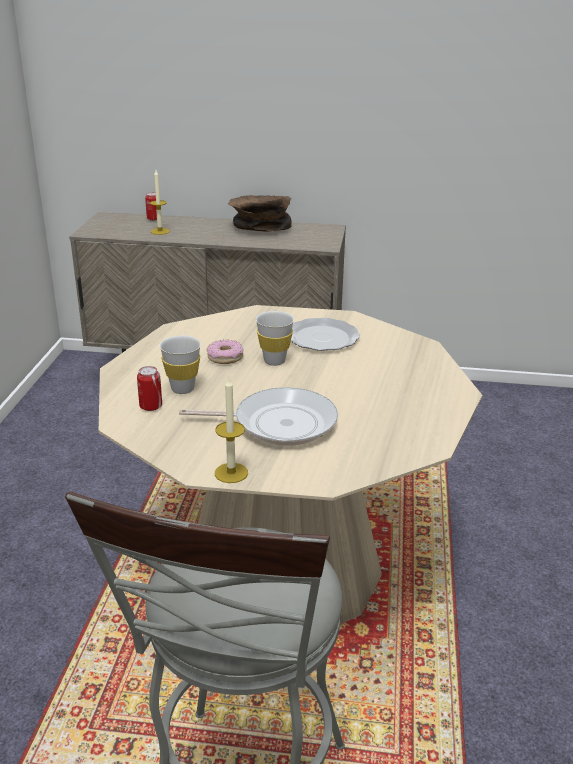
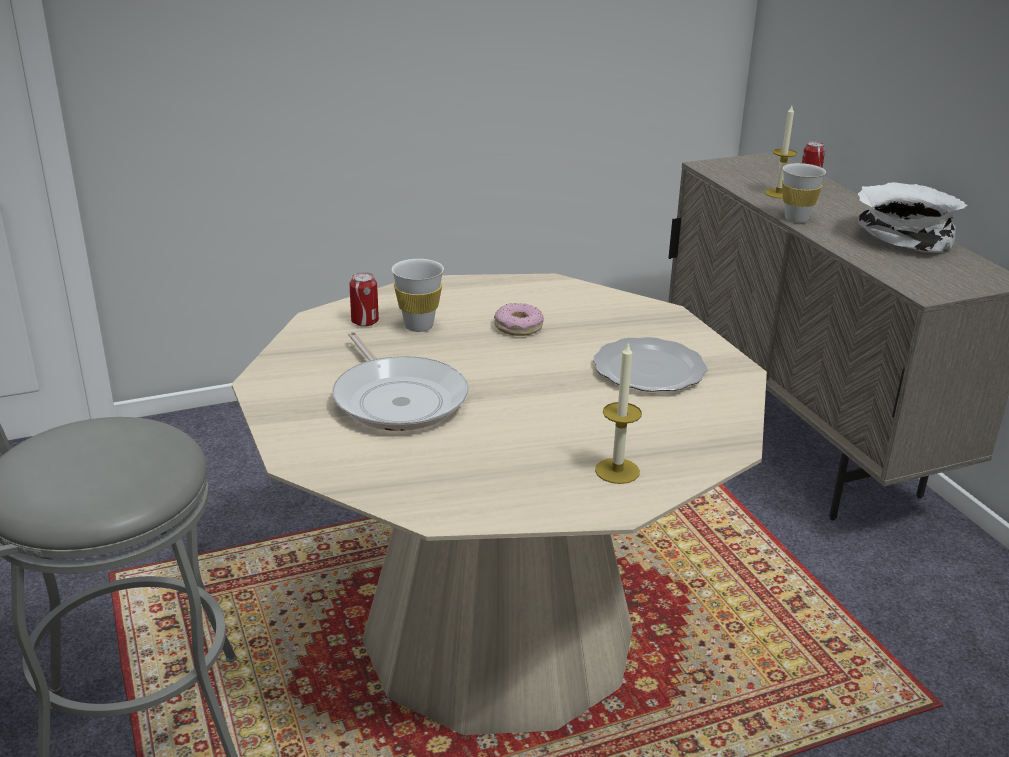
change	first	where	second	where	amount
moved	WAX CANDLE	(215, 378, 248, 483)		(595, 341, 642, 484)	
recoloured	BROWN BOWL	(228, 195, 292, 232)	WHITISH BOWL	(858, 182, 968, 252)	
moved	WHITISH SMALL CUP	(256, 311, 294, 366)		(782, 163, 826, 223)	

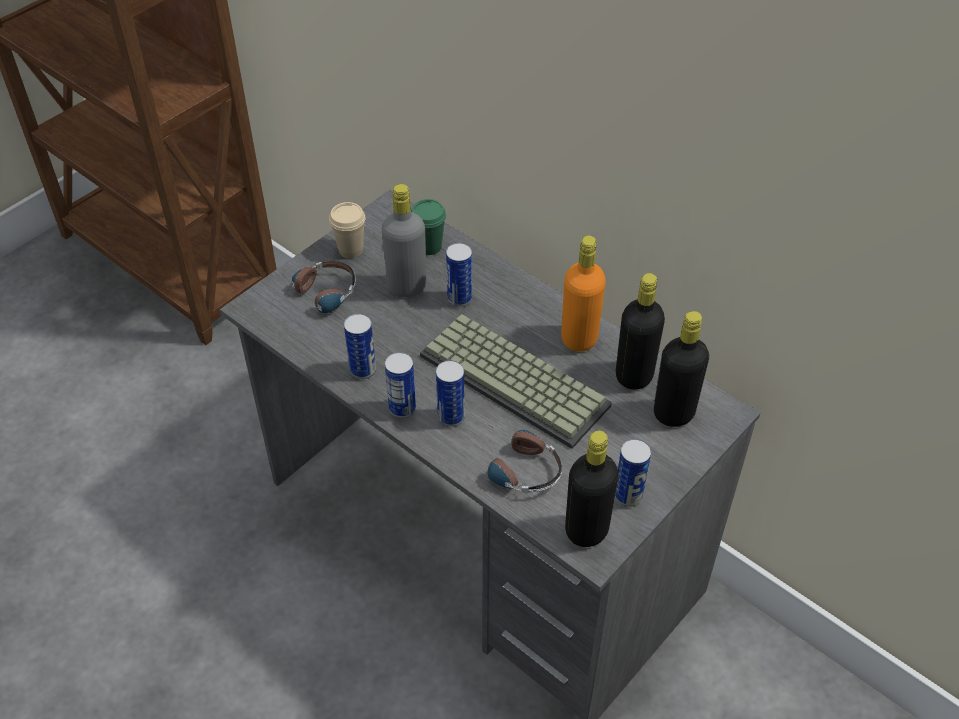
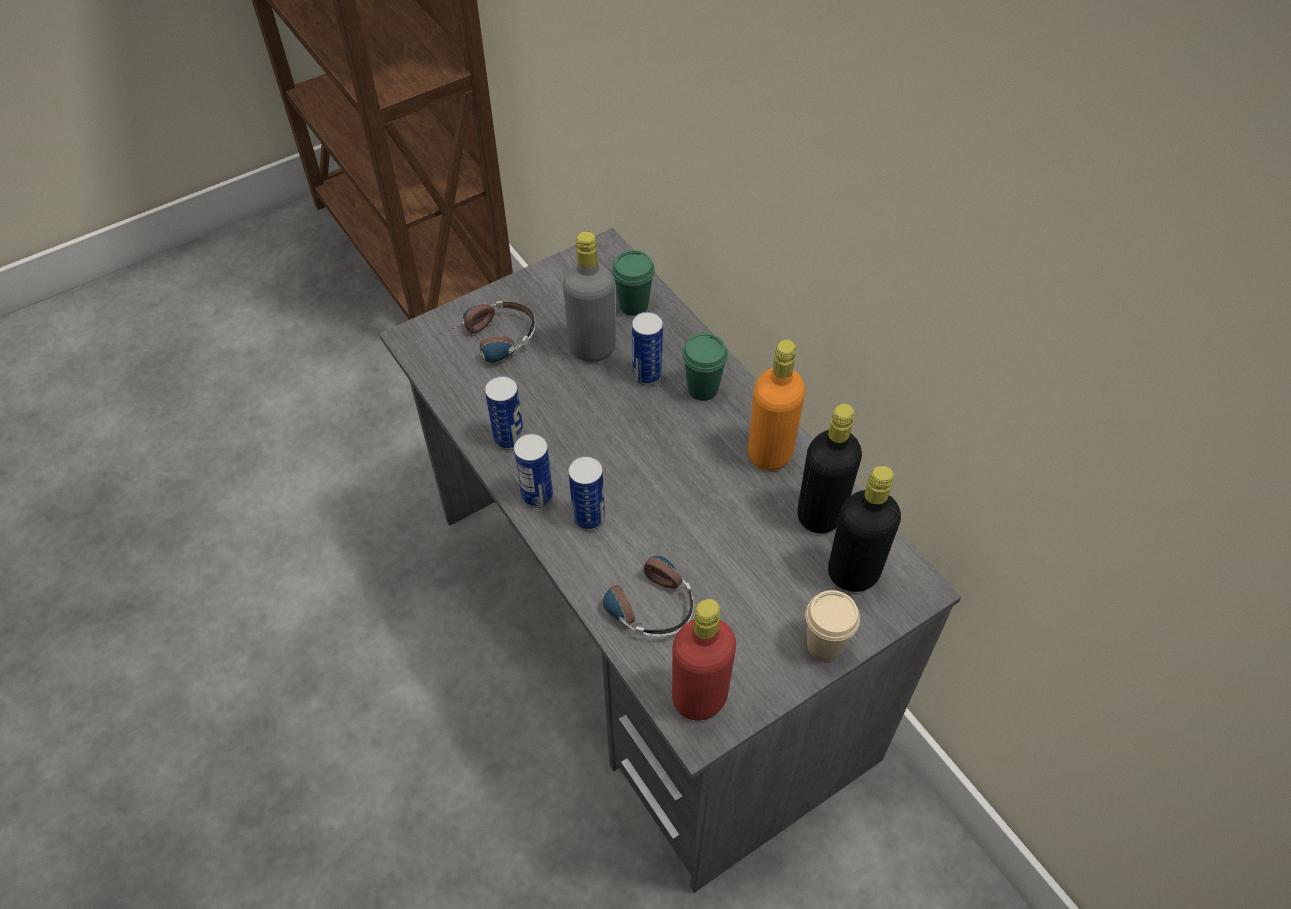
change	first	where	second	where	amount
moved	SAND-COLOURED SMALL CUP	(329, 202, 366, 258)		(805, 590, 860, 662)	
removed	PC KEYBOARD	(420, 314, 612, 449)			
recoloured	BLACKISH BEVERAGE BOTTLE	(565, 431, 619, 547)	REDDISH BEVERAGE BOTTLE	(672, 599, 736, 720)	
removed	SEALED CAN	(615, 439, 651, 507)			
added			GREENISH SMALL CUP	(682, 333, 728, 401)	

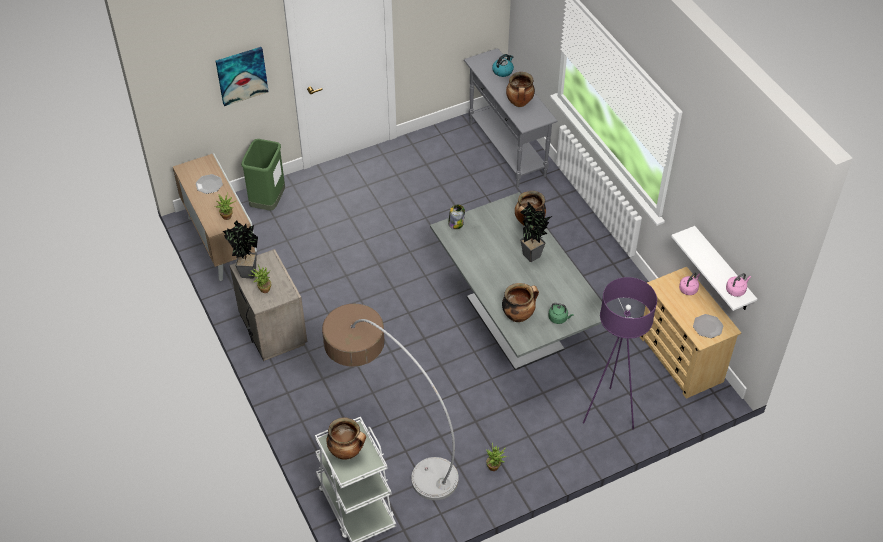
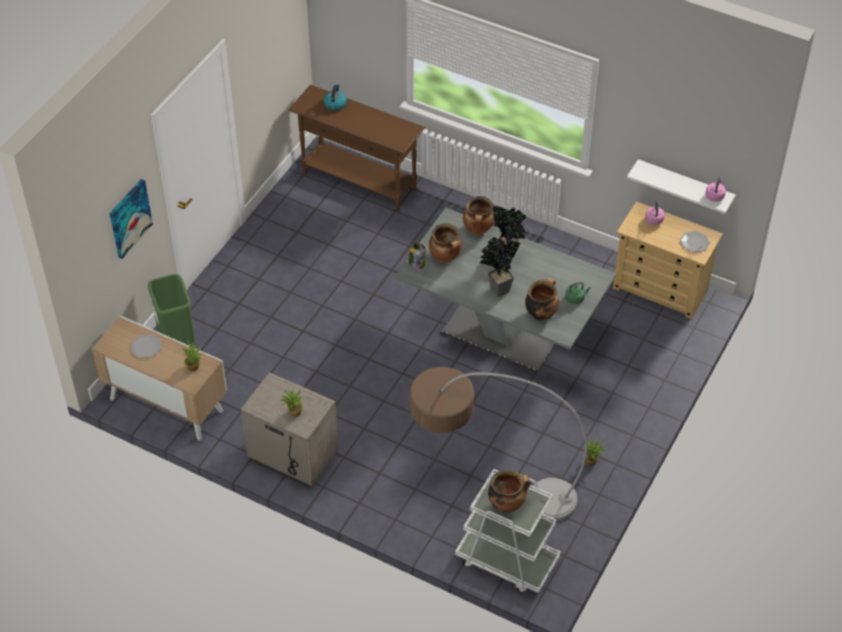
change	first	where	second	where	amount
moved	PLANT IN A POT	(223, 220, 258, 279)		(479, 236, 520, 297)	
recoloured	GREY CONSOLE TABLE	(464, 48, 558, 187)	BROWN CONSOLE TABLE	(288, 85, 425, 212)	
moved	STOCKPOT	(506, 72, 535, 107)		(429, 223, 462, 263)	
removed	PURPLE-COLOURED STANDARD LAMP	(583, 277, 657, 429)			

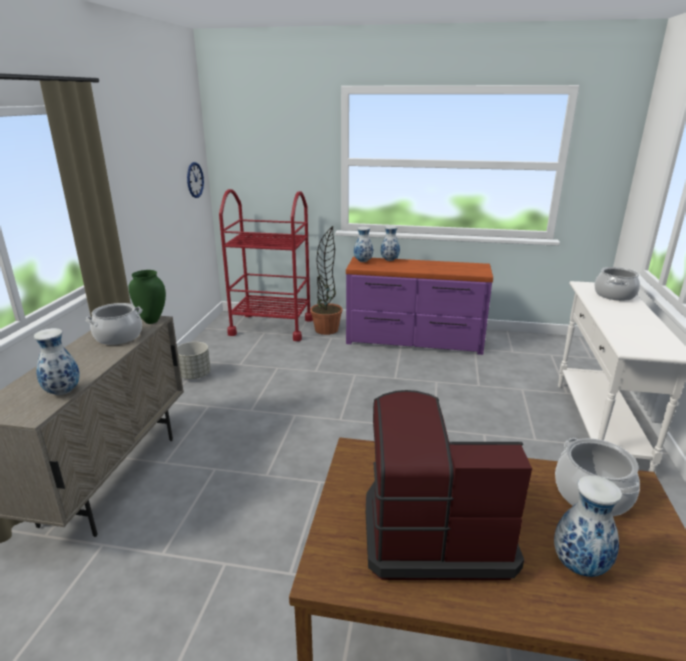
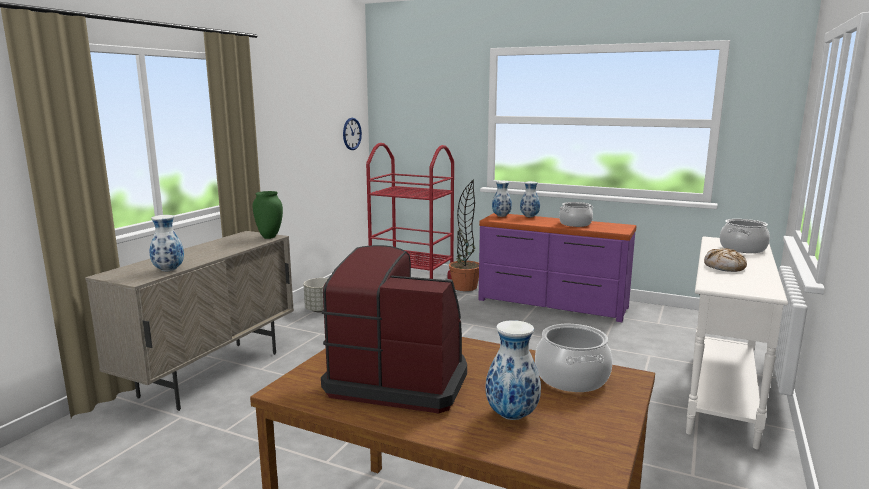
change	first	where	second	where	amount
moved	STOCKPOT	(86, 303, 142, 345)		(559, 202, 593, 227)	
added			BREAD	(704, 248, 747, 272)	

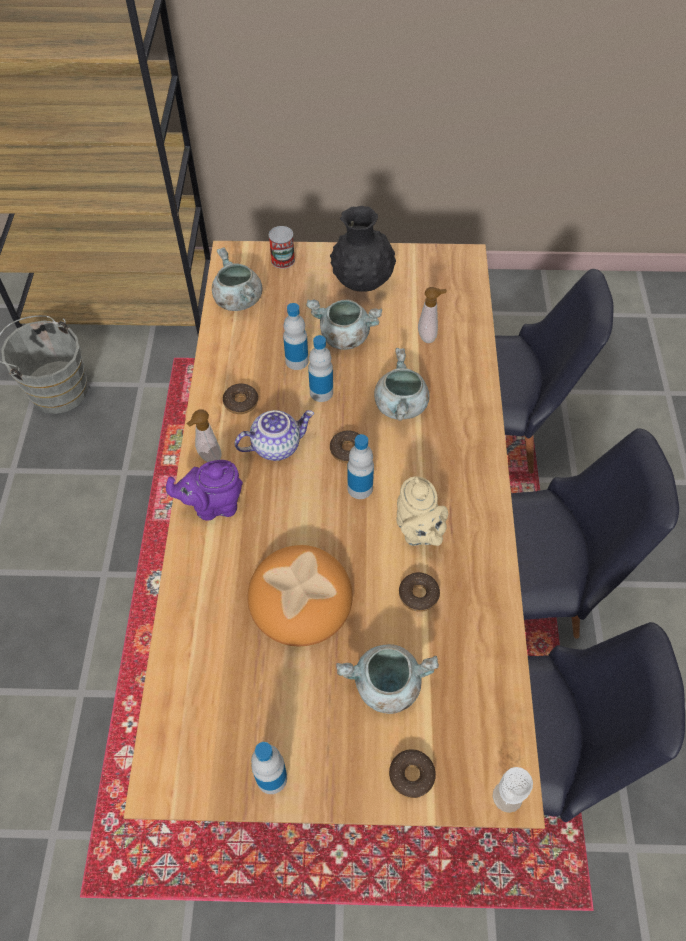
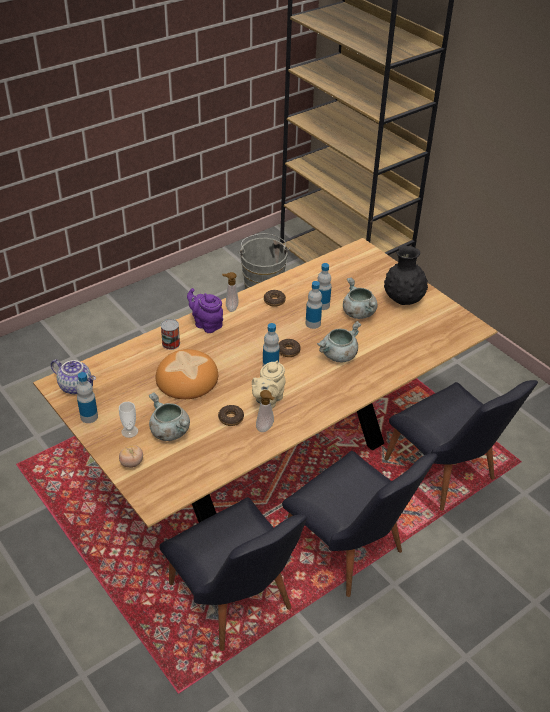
change	first	where	second	where	amount
removed	GREY STOCKPOT	(212, 247, 263, 311)			
moved	TEAPOT	(235, 410, 314, 461)		(51, 359, 96, 395)	
moved	SEALED CAN	(269, 226, 295, 269)		(161, 319, 180, 350)	
replaced	RING DOUGHNUT	(389, 749, 436, 798)	TOMATO	(119, 445, 143, 468)	
moved	LIQUID SOAP BOTTLE	(418, 287, 447, 343)		(256, 390, 275, 432)	
moved	SMALL CUP	(493, 767, 533, 813)		(119, 402, 138, 438)	

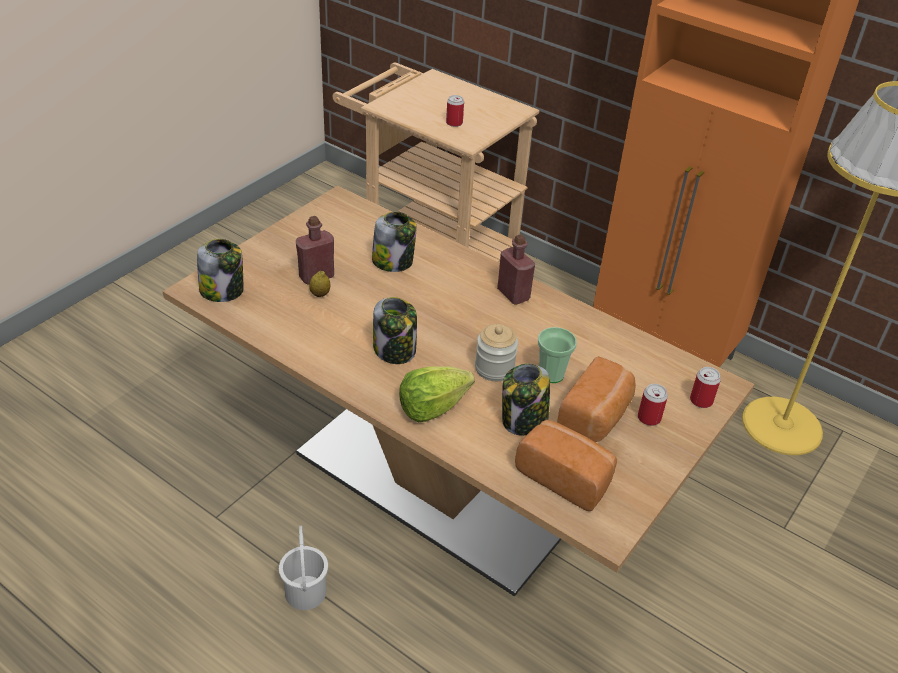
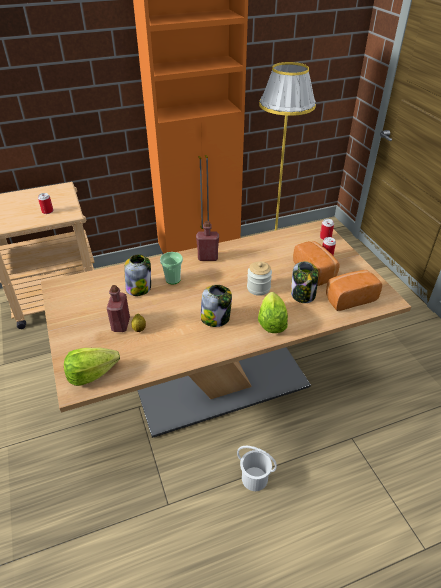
change	first	where	second	where	amount
replaced	JAR	(197, 239, 243, 302)	LETTUCE	(64, 348, 120, 386)	
moved	SMALL CUP	(538, 327, 577, 383)		(160, 252, 183, 285)	

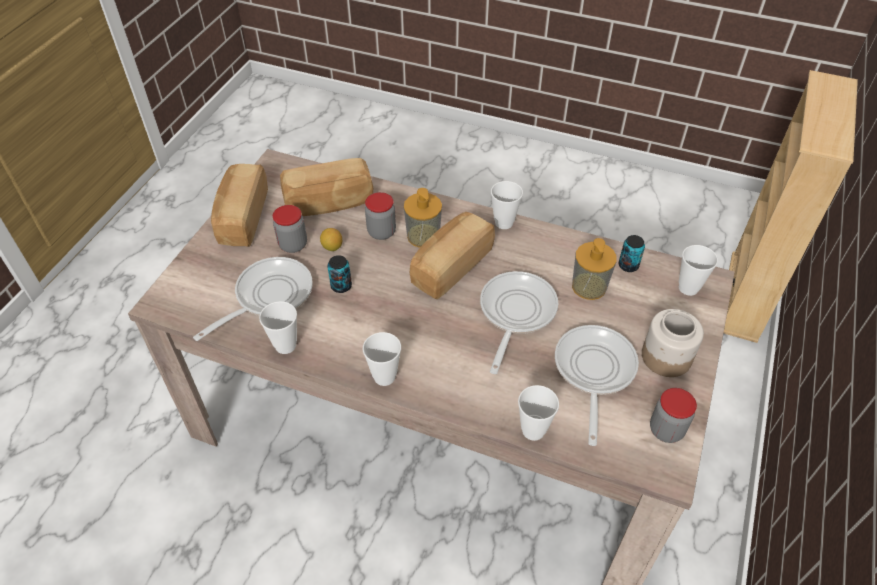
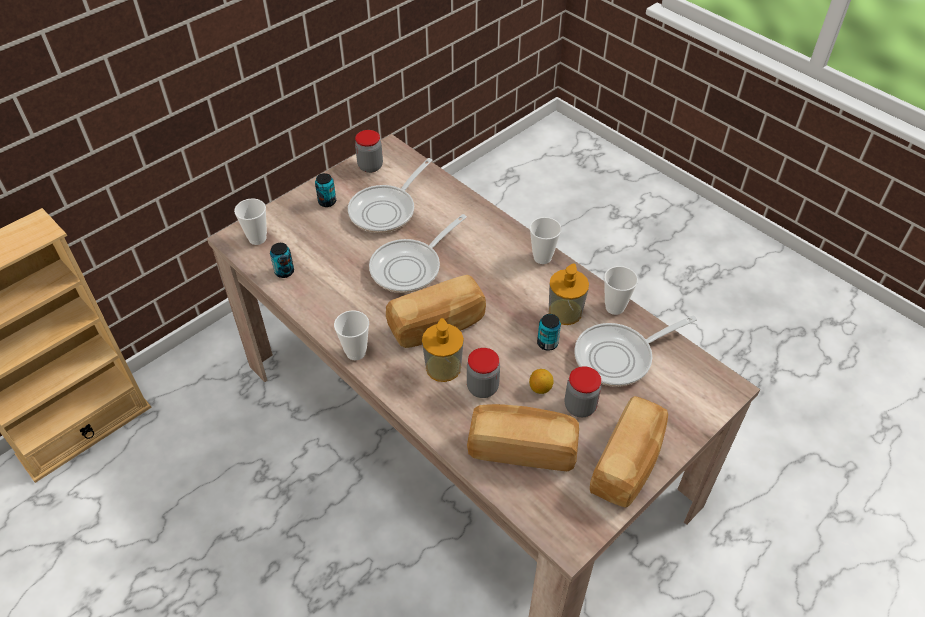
change	first	where	second	where	amount
removed	SMALL CUP	(518, 385, 559, 441)			
moved	LIQUID SOAP BOTTLE	(572, 238, 617, 300)		(549, 263, 589, 325)	
replaced	JAR	(642, 309, 704, 377)	SEALED CAN	(315, 173, 336, 207)	

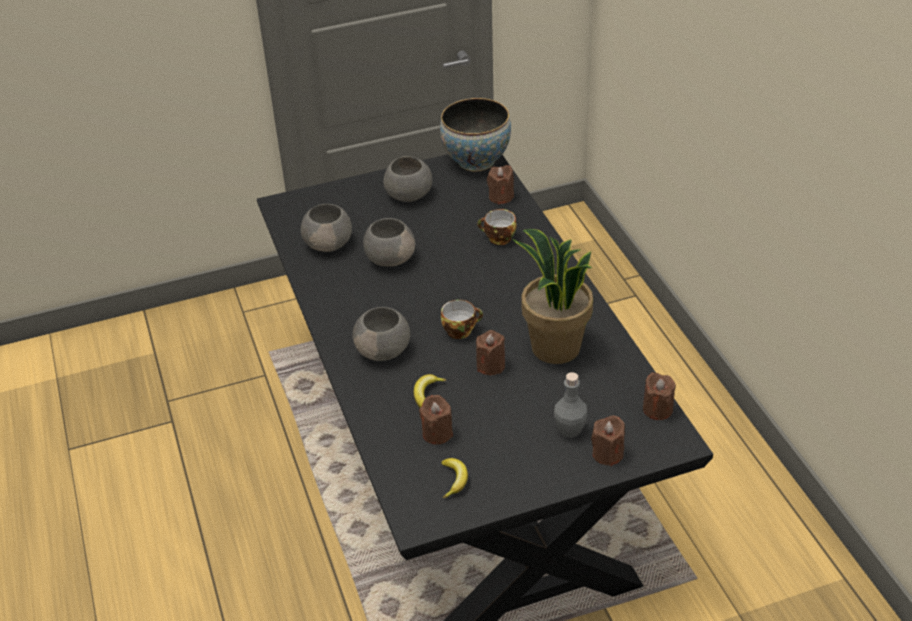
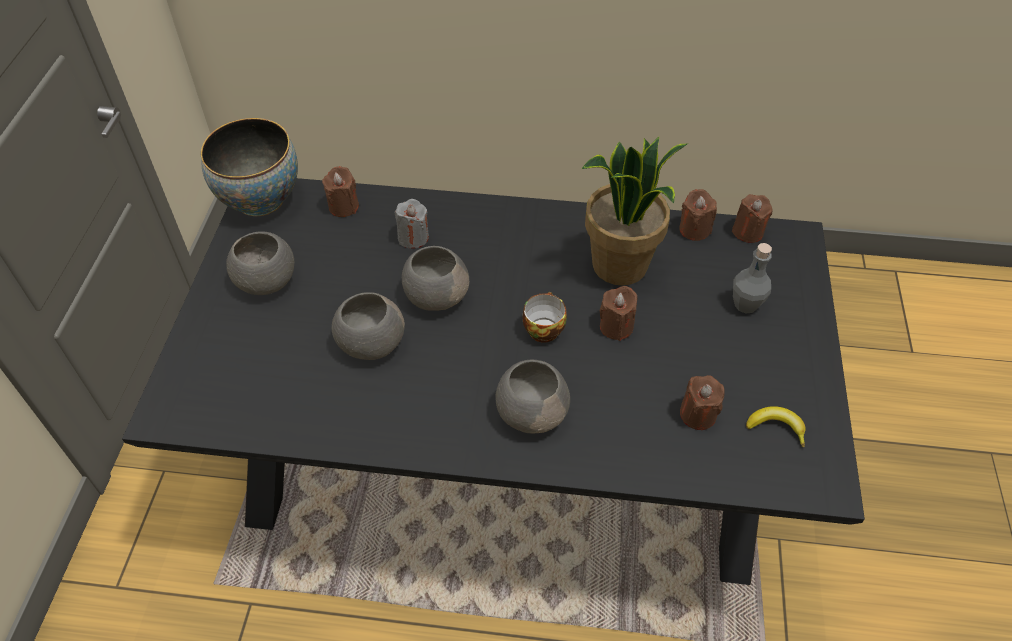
change	first	where	second	where	amount
moved	GREY BOWL	(301, 204, 352, 252)		(402, 246, 469, 311)	
removed	BANANA	(414, 374, 446, 408)			
replaced	SMALL CUP	(478, 209, 516, 245)	GREY WAX CANDLE	(394, 199, 429, 249)	
moved	BROWN WAX CANDLE	(591, 415, 625, 466)		(679, 189, 717, 241)	

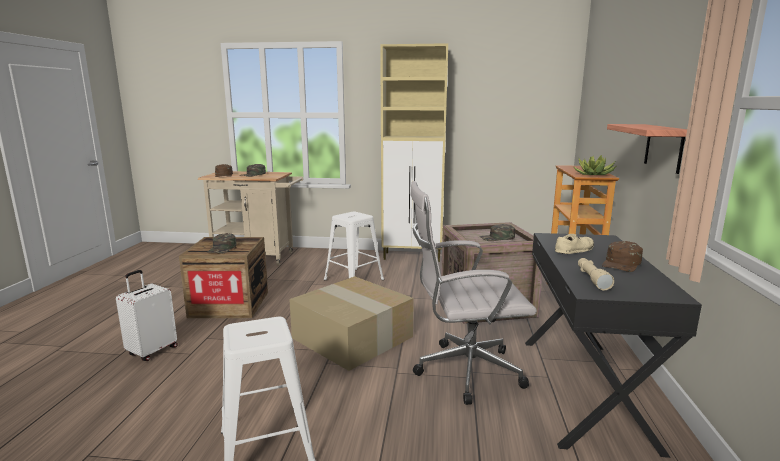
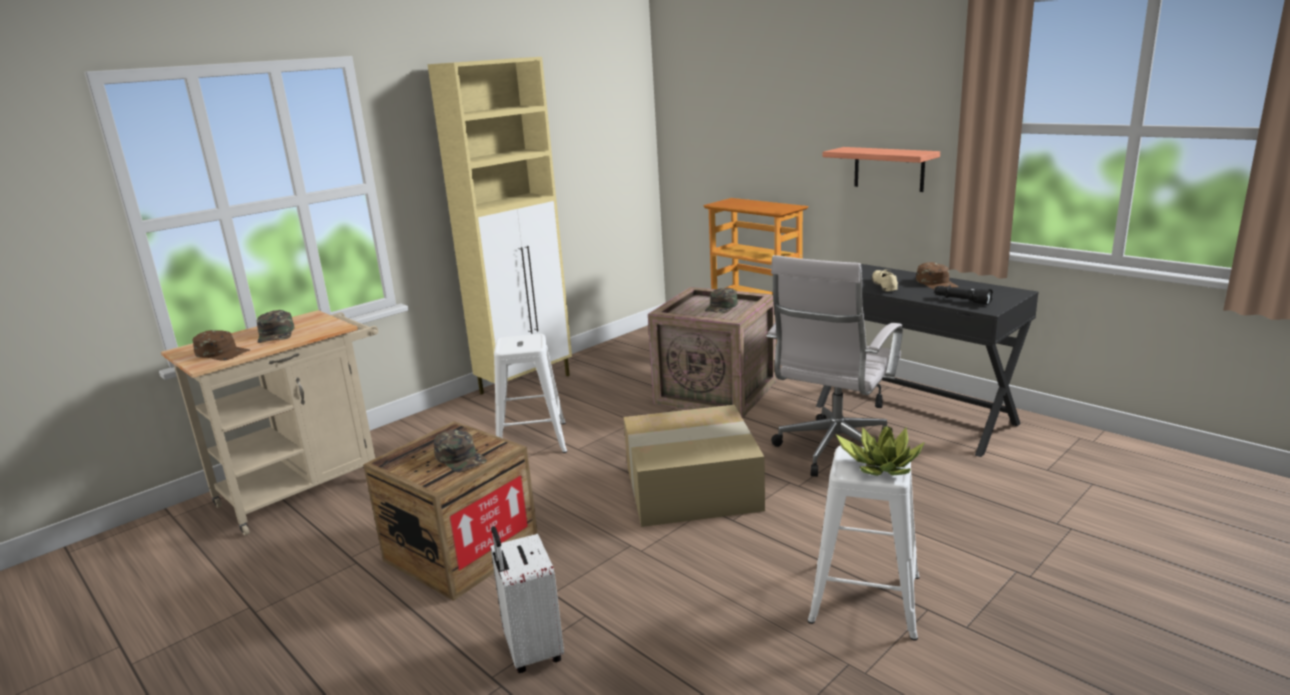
change	first	where	second	where	amount
moved	PLANT IN A POT	(573, 155, 616, 176)		(836, 426, 925, 476)	
recoloured	SAND-COLOURED TORCH	(578, 258, 614, 291)	BLACKISH TORCH	(935, 285, 993, 305)	

